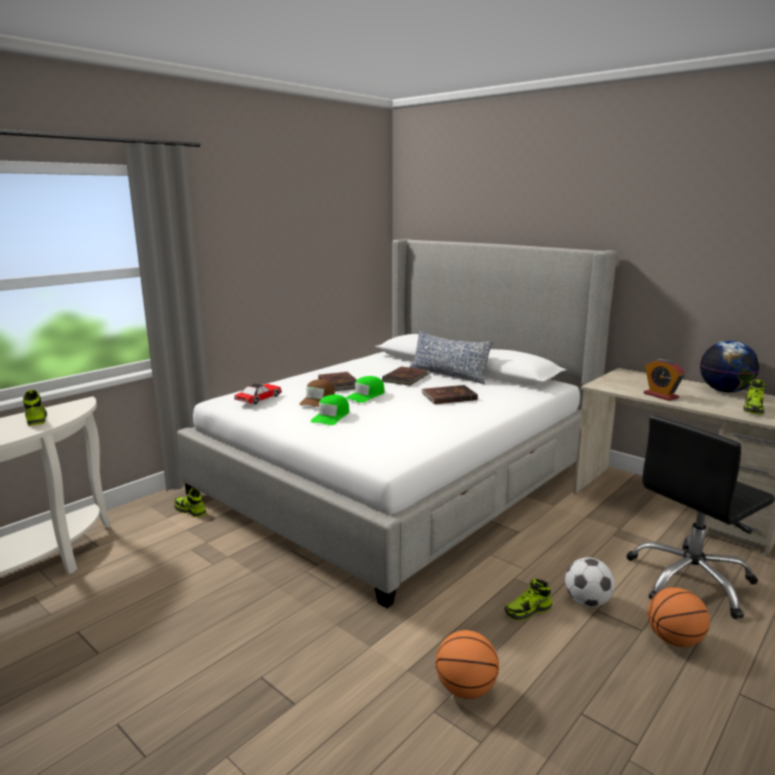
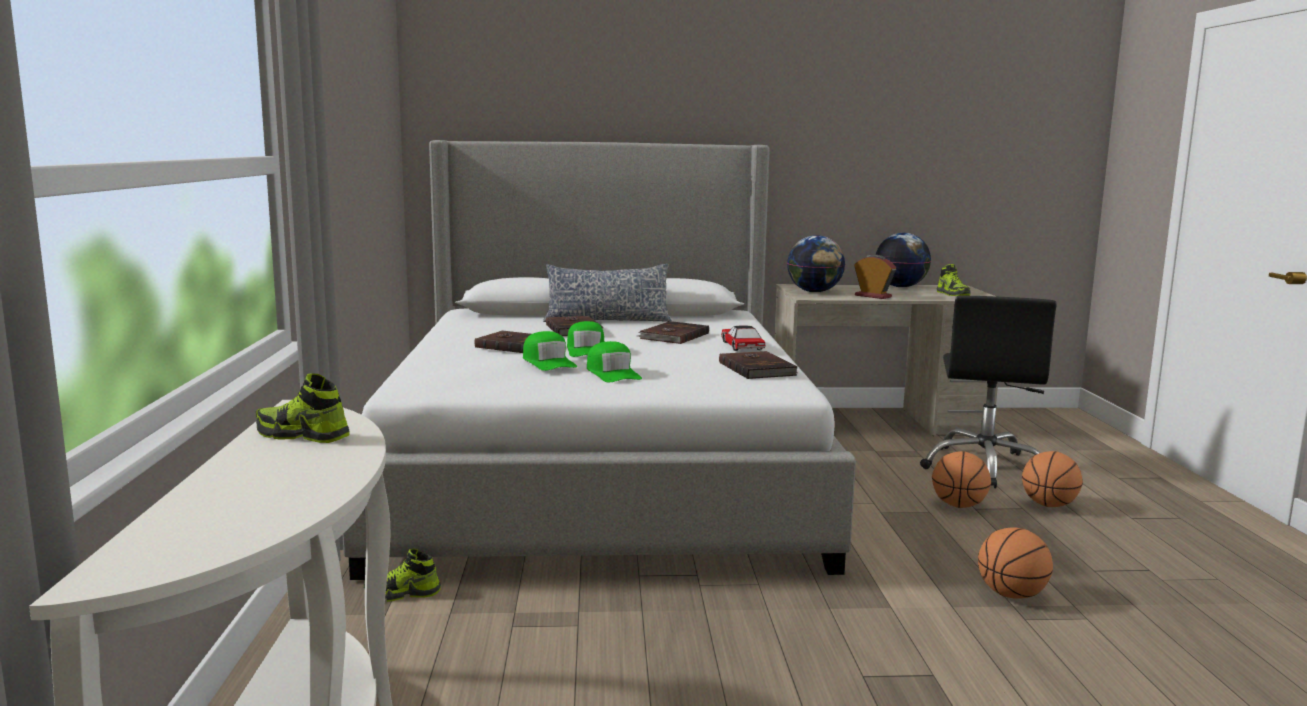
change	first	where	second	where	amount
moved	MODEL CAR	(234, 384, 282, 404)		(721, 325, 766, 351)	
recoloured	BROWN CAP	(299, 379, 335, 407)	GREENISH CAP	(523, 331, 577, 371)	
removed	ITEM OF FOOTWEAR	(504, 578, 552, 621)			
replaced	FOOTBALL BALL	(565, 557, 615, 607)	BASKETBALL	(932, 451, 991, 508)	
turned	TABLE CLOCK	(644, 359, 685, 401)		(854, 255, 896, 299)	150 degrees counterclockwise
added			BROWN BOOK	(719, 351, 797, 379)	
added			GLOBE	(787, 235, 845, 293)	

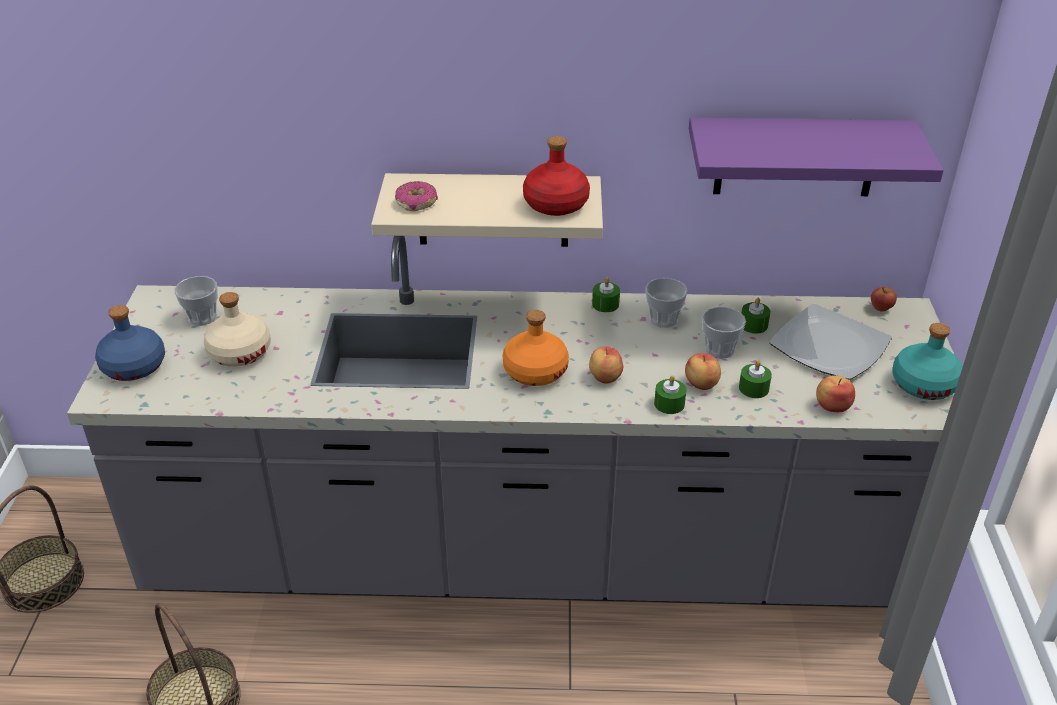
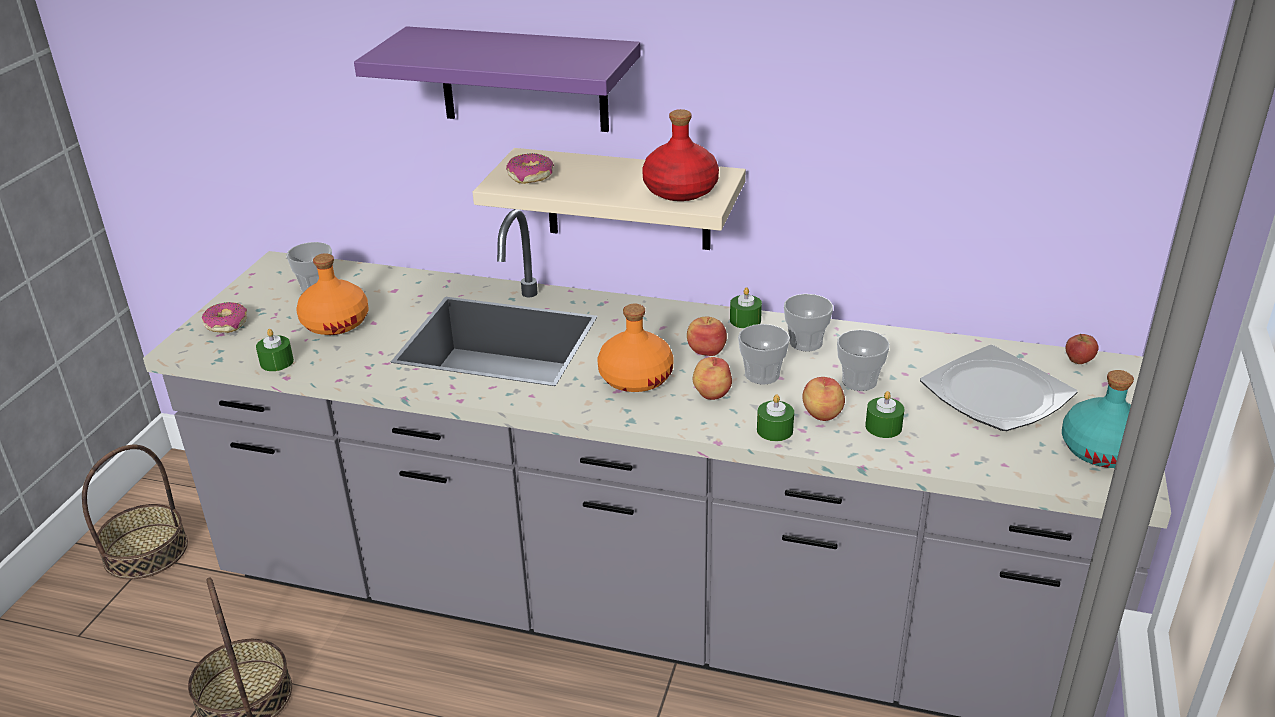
change	first	where	second	where	amount
replaced	BLUE BEVERAGE BOTTLE	(95, 305, 165, 381)	RING DOUGHNUT	(202, 302, 247, 333)	
recoloured	SAND-COLOURED BEVERAGE BOTTLE	(204, 292, 271, 367)	ORANGE BEVERAGE BOTTLE	(297, 253, 369, 335)	
moved	PURPLE-COLOURED BRACKET SHELF	(689, 118, 944, 196)		(354, 26, 641, 132)	
moved	GREENISH WAX CANDLE	(742, 298, 770, 334)		(256, 329, 294, 371)	
moved	APPLE FRUIT	(816, 376, 855, 412)		(687, 317, 727, 356)	
added			SMALL CUP	(738, 324, 790, 385)	

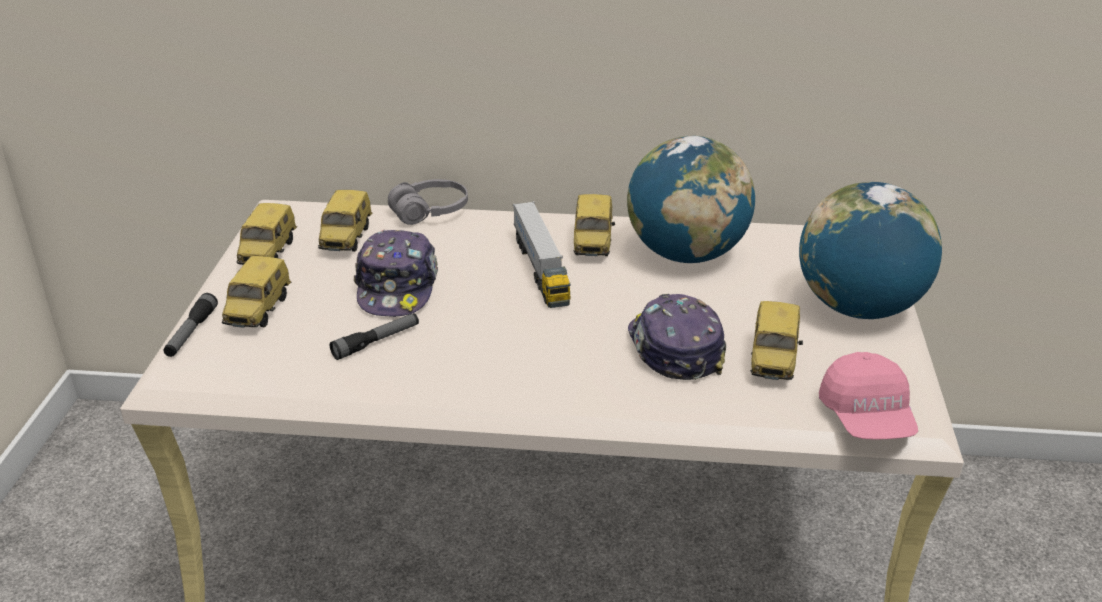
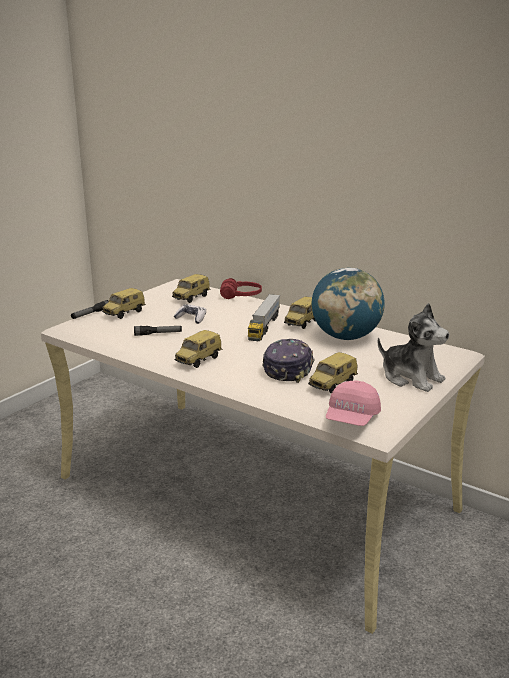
change	first	where	second	where	amount
moved	MODEL CAR	(236, 203, 297, 265)		(175, 330, 222, 368)	
replaced	CAP	(354, 230, 438, 317)	GAMEPAD	(174, 304, 206, 324)	
recoloured	GREY HEADSET	(388, 179, 468, 225)	REDDISH HEADSET	(220, 278, 262, 299)	
replaced	GLOBE	(799, 182, 942, 319)	SOFT TOY	(378, 303, 449, 392)	

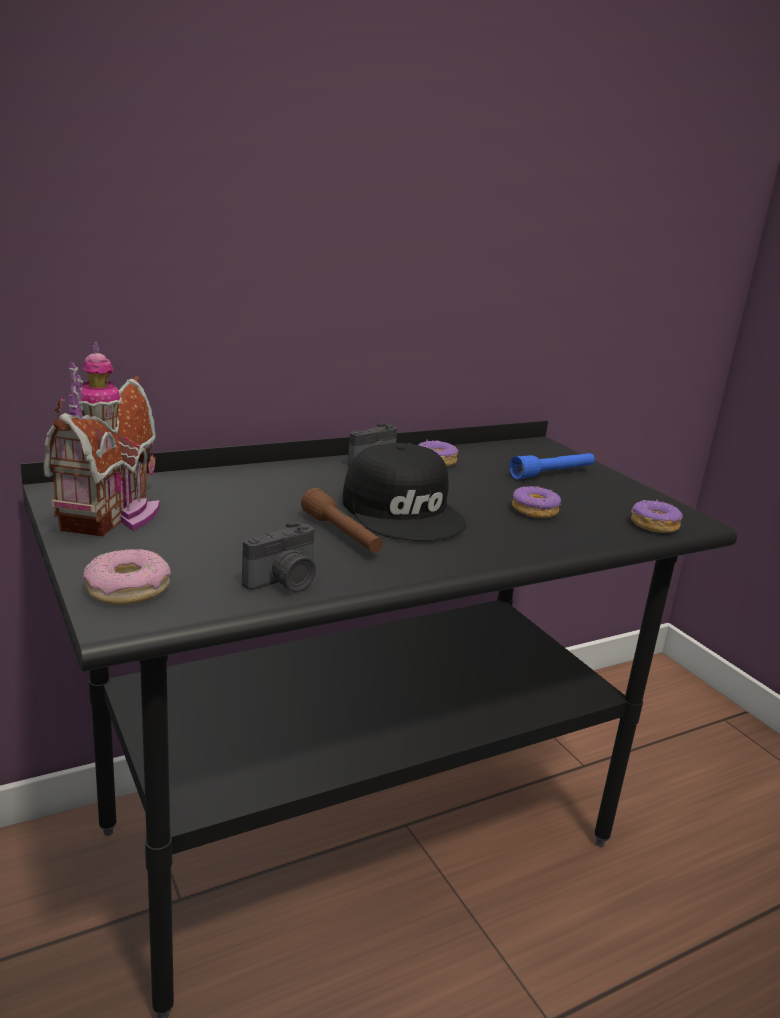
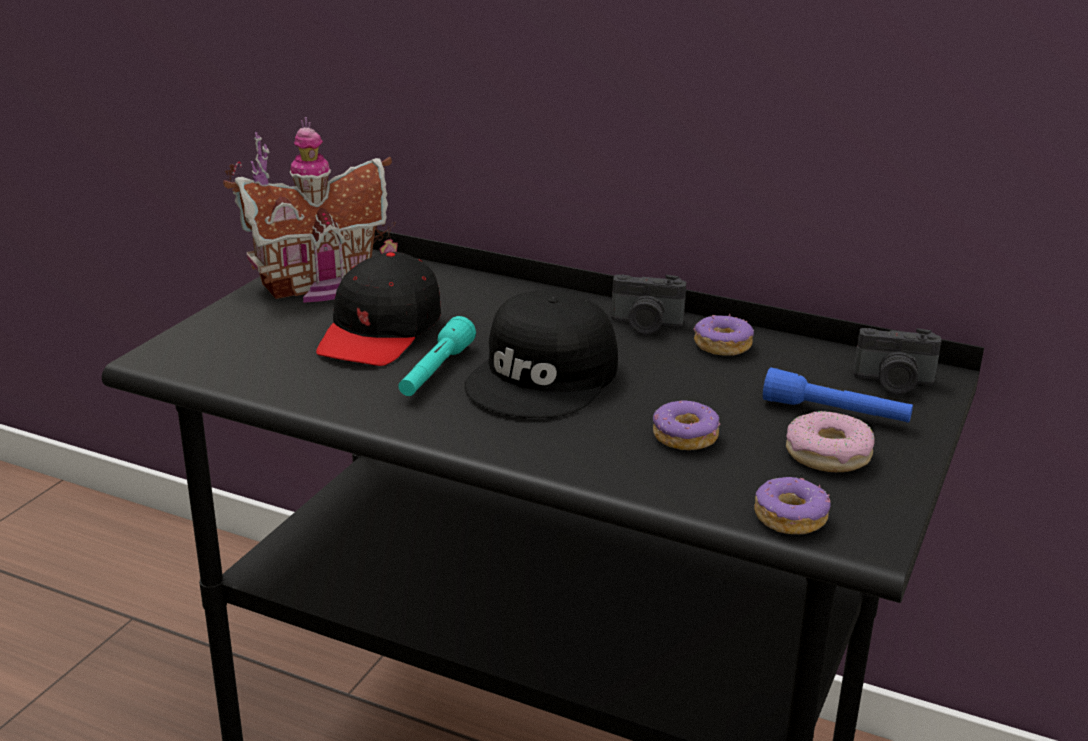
change	first	where	second	where	amount
moved	RING DOUGHNUT	(83, 549, 171, 605)		(786, 411, 874, 472)	
moved	PHOTO CAMERA	(242, 521, 316, 592)		(854, 328, 941, 394)	
recoloured	BROWN TORCH	(301, 488, 383, 553)	TURQUOISE TORCH	(398, 316, 476, 396)	
added			BLACKISH CAP	(316, 252, 441, 366)	

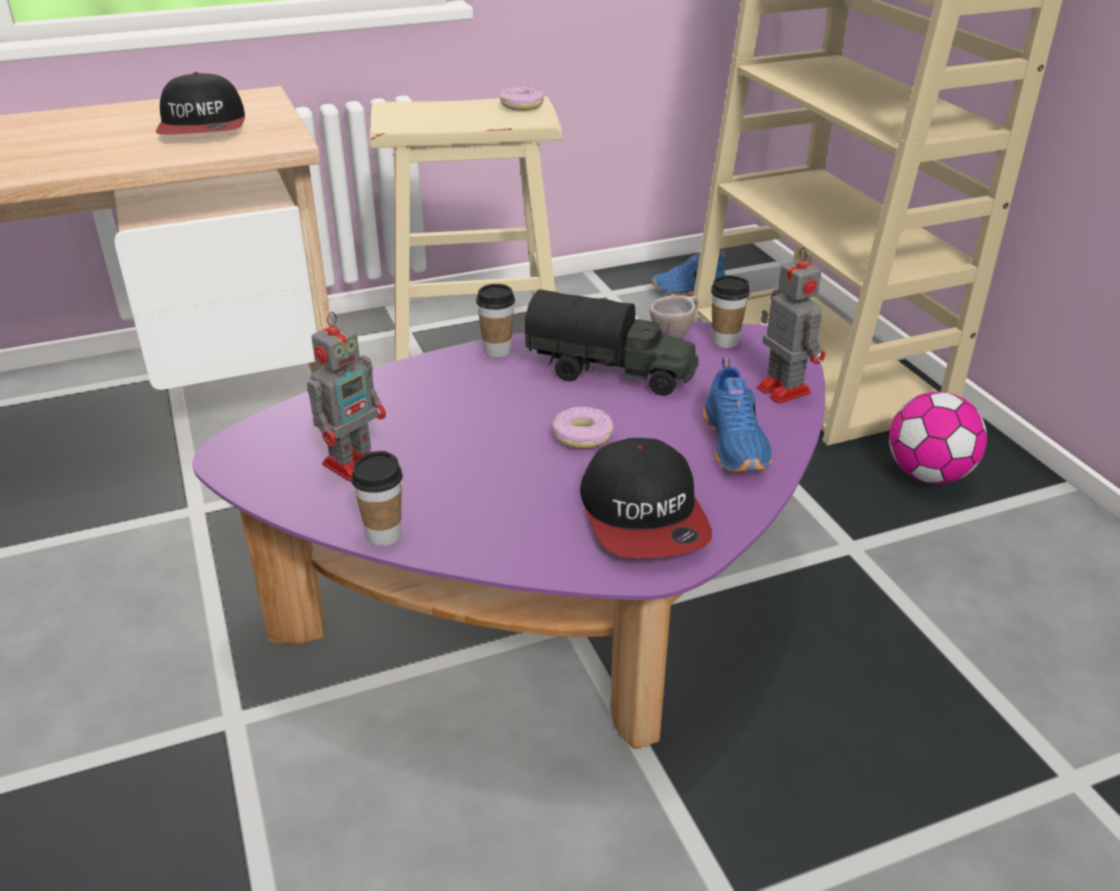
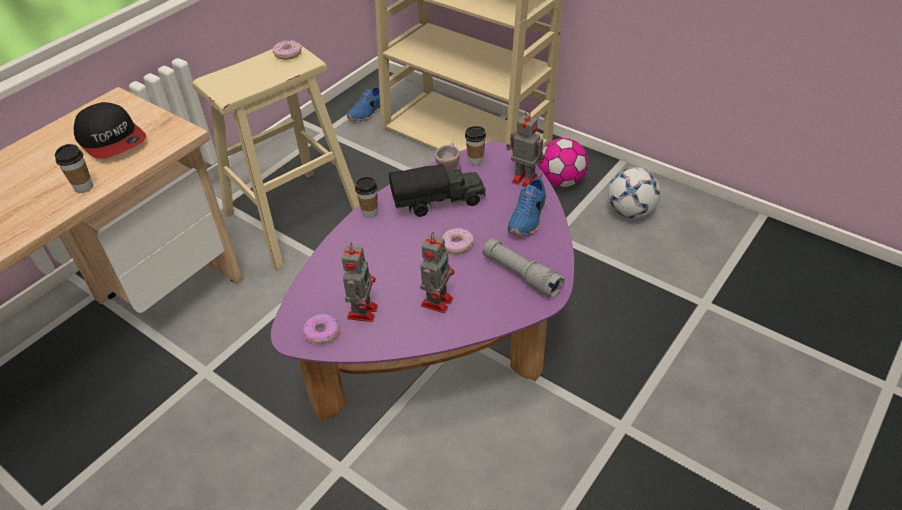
change	first	where	second	where	amount
moved	SMALL CUP	(351, 451, 403, 546)		(55, 144, 93, 193)	
replaced	CAP	(580, 438, 712, 559)	GREY TORCH	(483, 238, 565, 298)	
turned	BLUE ITEM OF FOOTWEAR	(703, 358, 772, 472)		(507, 173, 546, 236)	60 degrees clockwise
added			RING DOUGHNUT	(303, 314, 340, 344)	
added			ROBOT FIGURE	(420, 232, 455, 313)	
added			FOOTBALL BALL	(608, 167, 661, 219)	

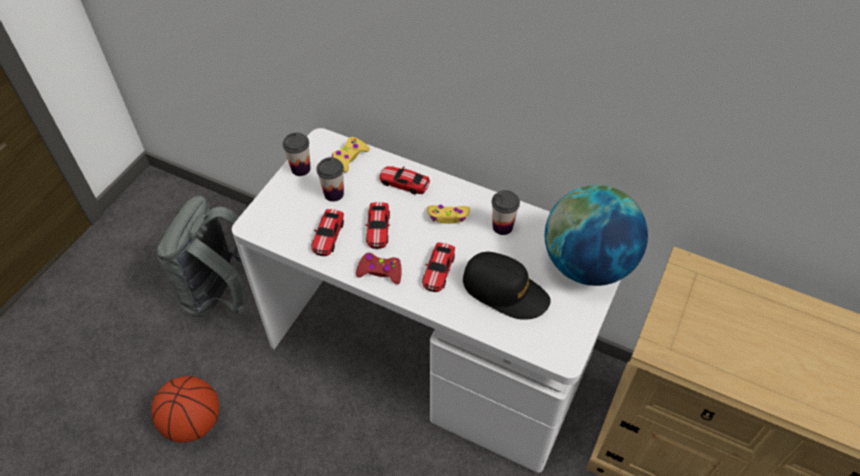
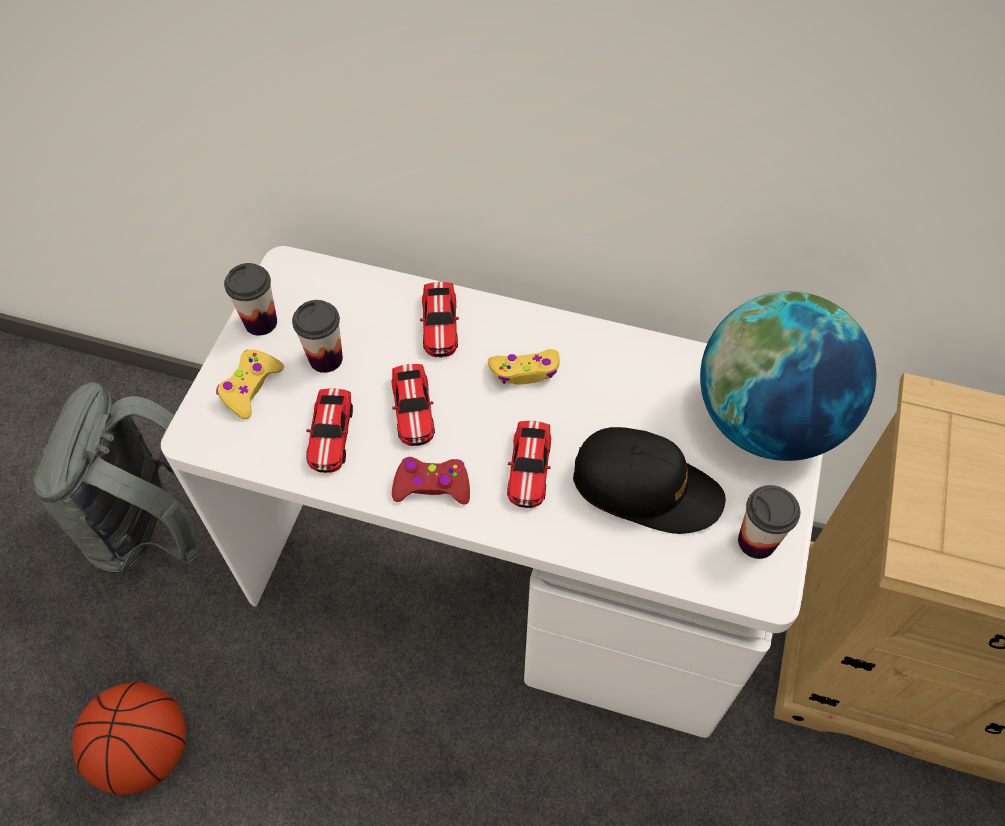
change	first	where	second	where	amount
moved	YELLOW GAMEPAD	(332, 137, 370, 173)		(216, 349, 284, 419)	
turned	MODEL CAR	(379, 166, 430, 194)		(420, 282, 459, 357)	105 degrees counterclockwise
moved	SMALL CUP	(492, 190, 520, 235)		(738, 485, 800, 559)	

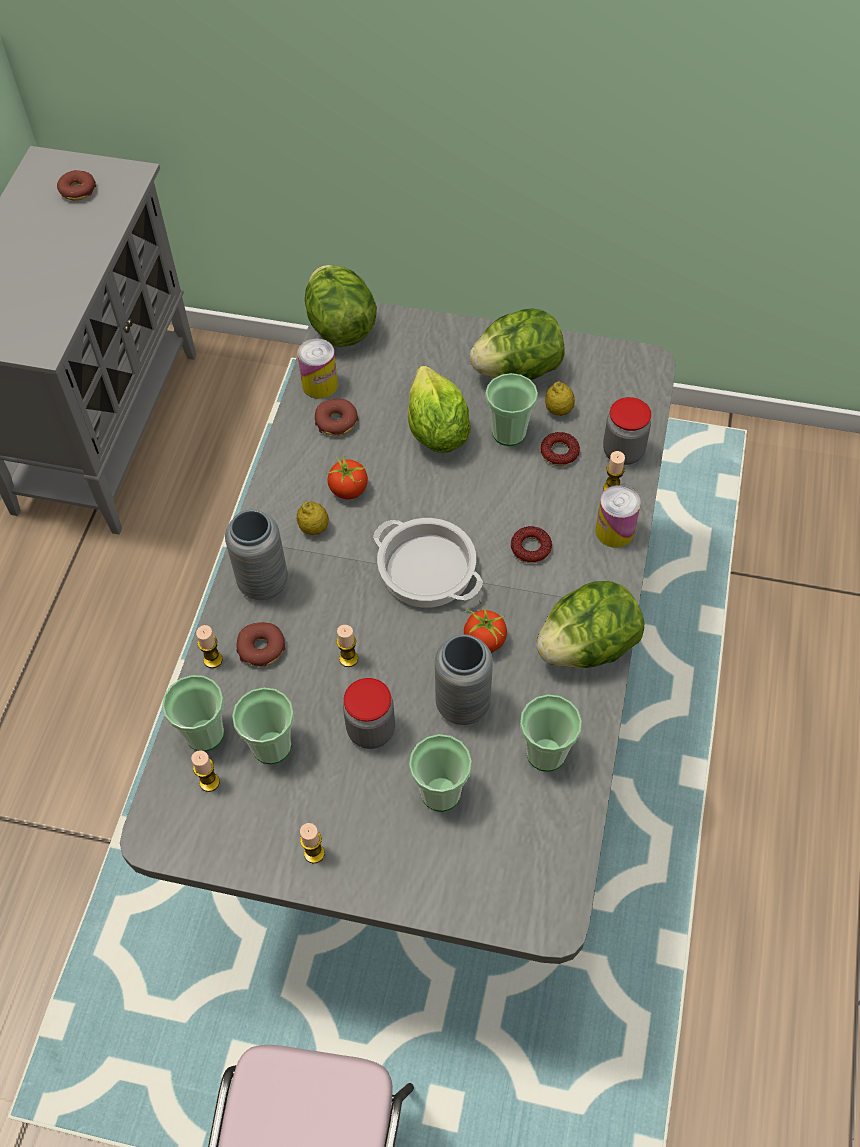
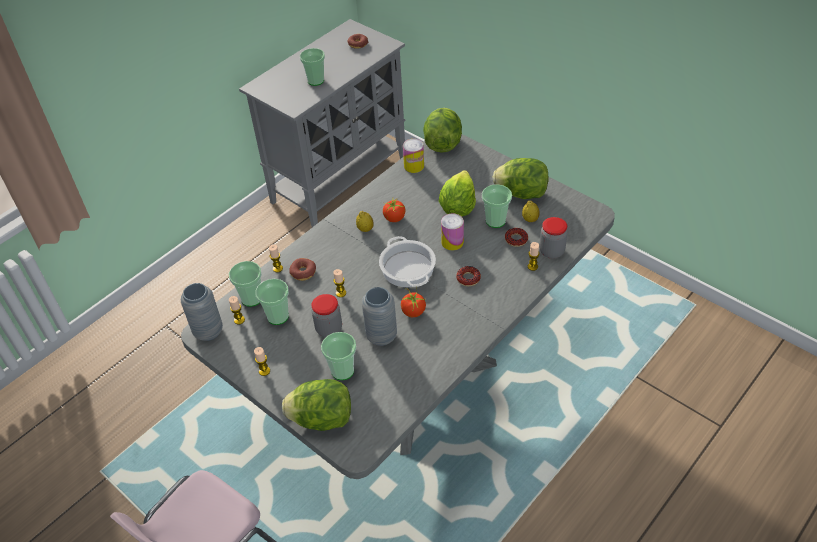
change	first	where	second	where	amount
moved	GREY VASE	(225, 510, 288, 600)		(181, 283, 223, 341)	
removed	RING DOUGHNUT	(315, 399, 359, 436)			
moved	SMALL CUP	(520, 695, 582, 772)		(300, 48, 325, 86)	
moved	LETTUCE	(536, 581, 644, 668)		(282, 379, 351, 431)	
moved	SEALED CAN	(595, 485, 641, 548)		(441, 213, 464, 251)	

